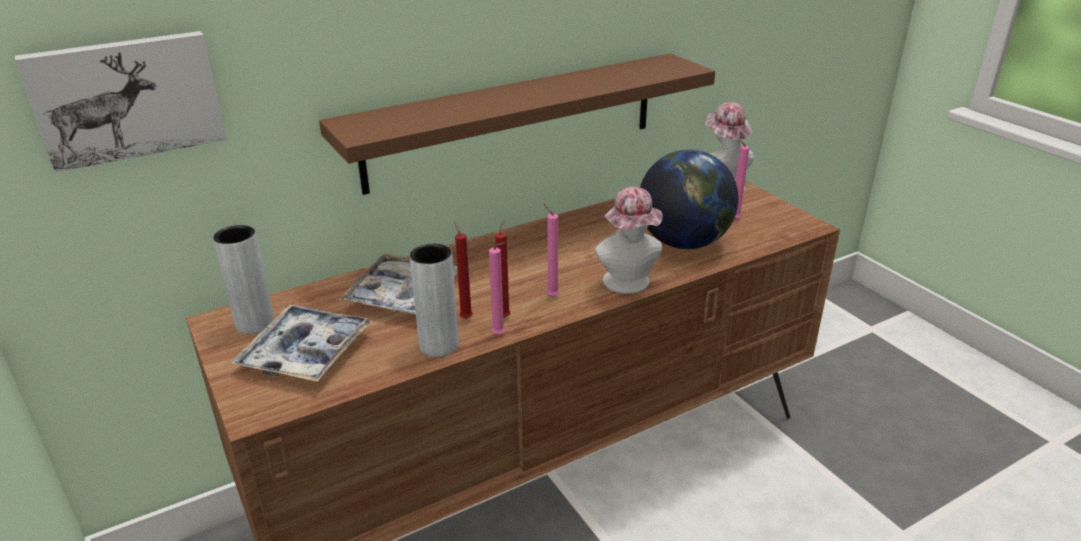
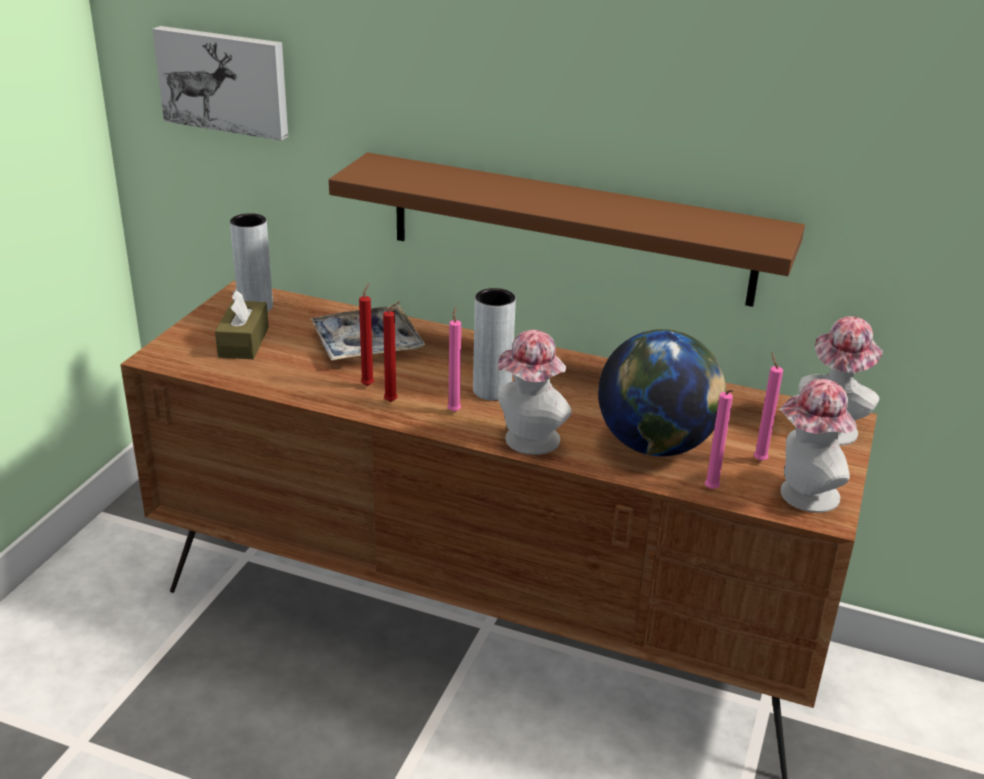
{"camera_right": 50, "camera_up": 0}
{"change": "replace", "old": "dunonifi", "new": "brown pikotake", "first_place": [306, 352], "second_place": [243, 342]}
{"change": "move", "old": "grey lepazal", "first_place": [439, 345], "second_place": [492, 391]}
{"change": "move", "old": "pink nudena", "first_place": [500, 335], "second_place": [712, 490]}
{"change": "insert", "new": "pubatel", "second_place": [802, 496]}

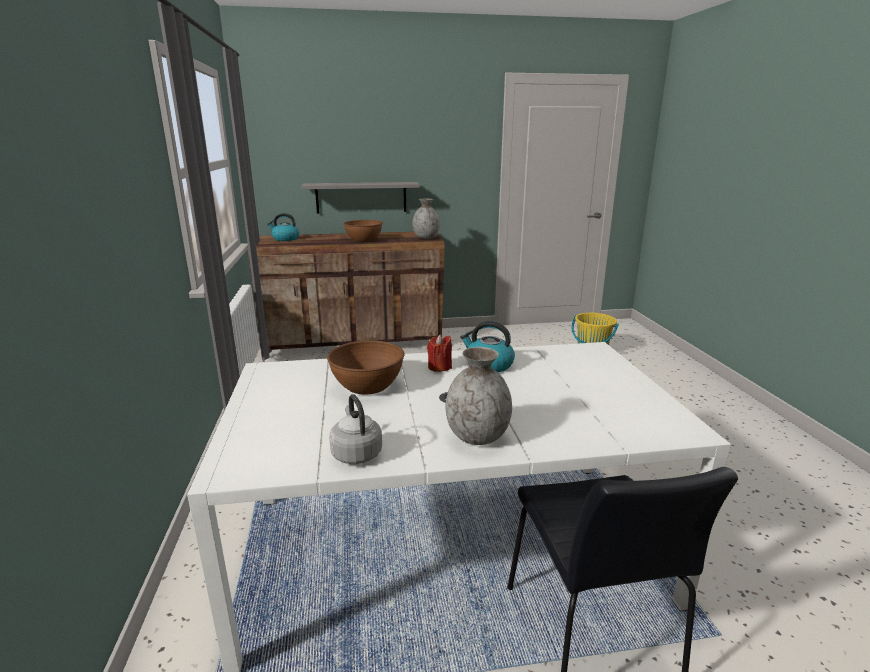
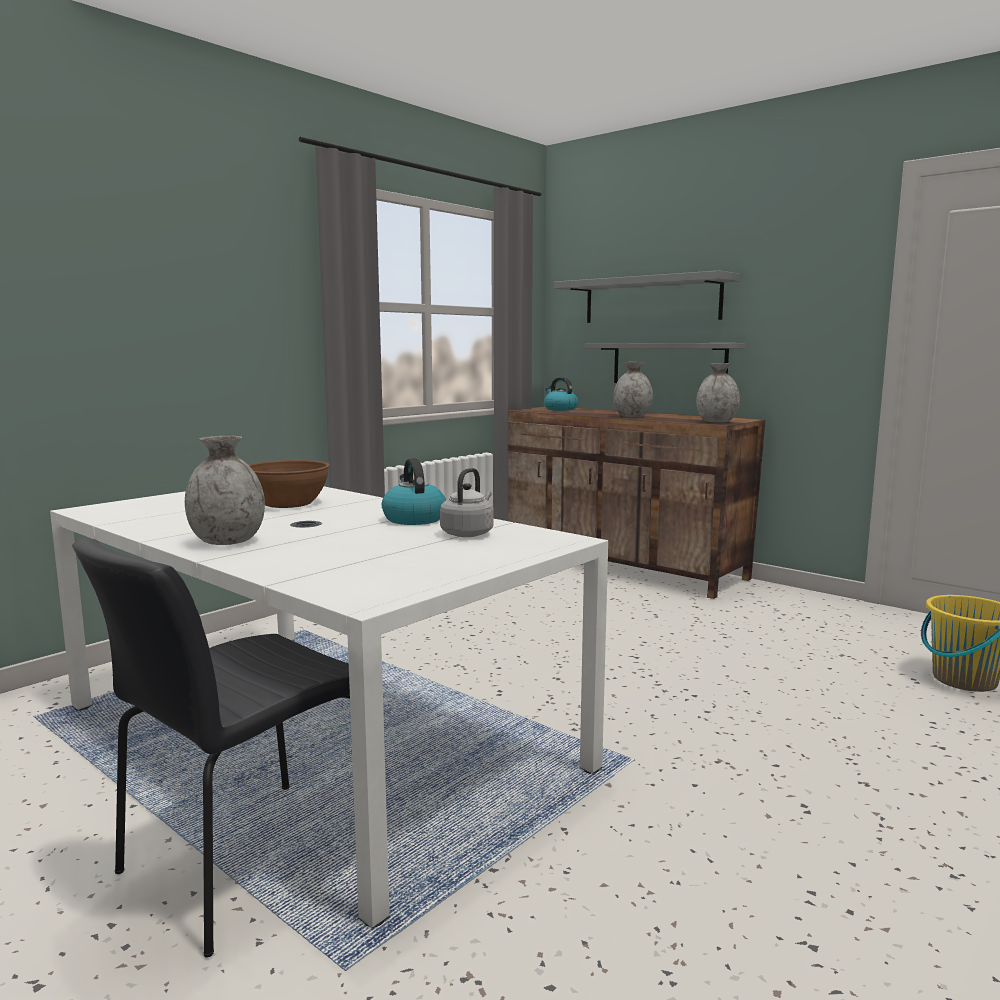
{"camera_right": 50, "camera_up": -10}
{"change": "move", "old": "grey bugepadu", "first_place": [356, 453], "second_place": [468, 533]}
{"change": "insert", "new": "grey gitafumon", "second_place": [651, 300]}
{"change": "replace", "old": "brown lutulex", "new": "grey lepazal", "first_place": [363, 240], "second_place": [632, 416]}
{"change": "delete", "old": "red nudena", "first_place": [439, 367]}

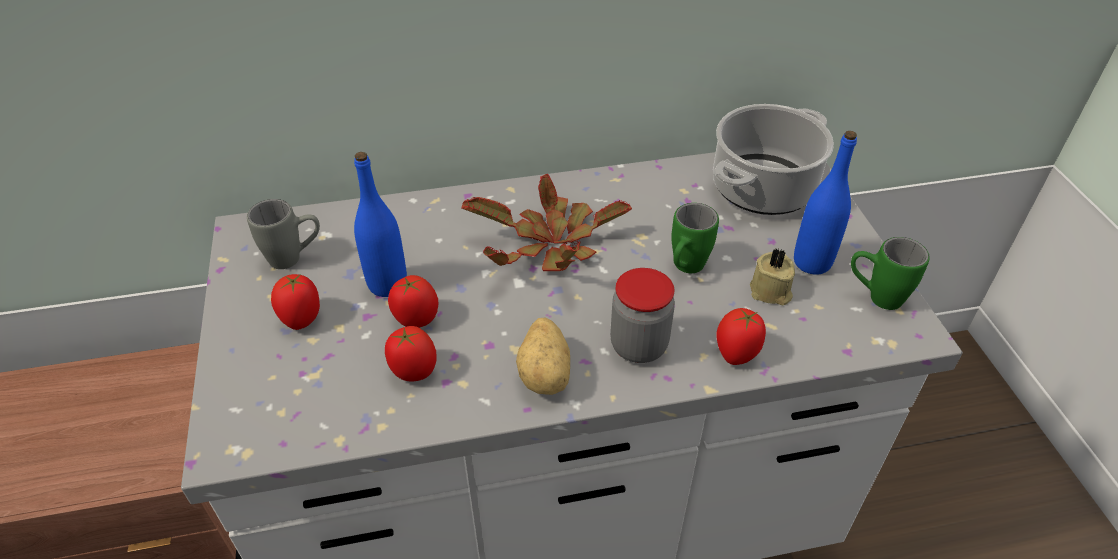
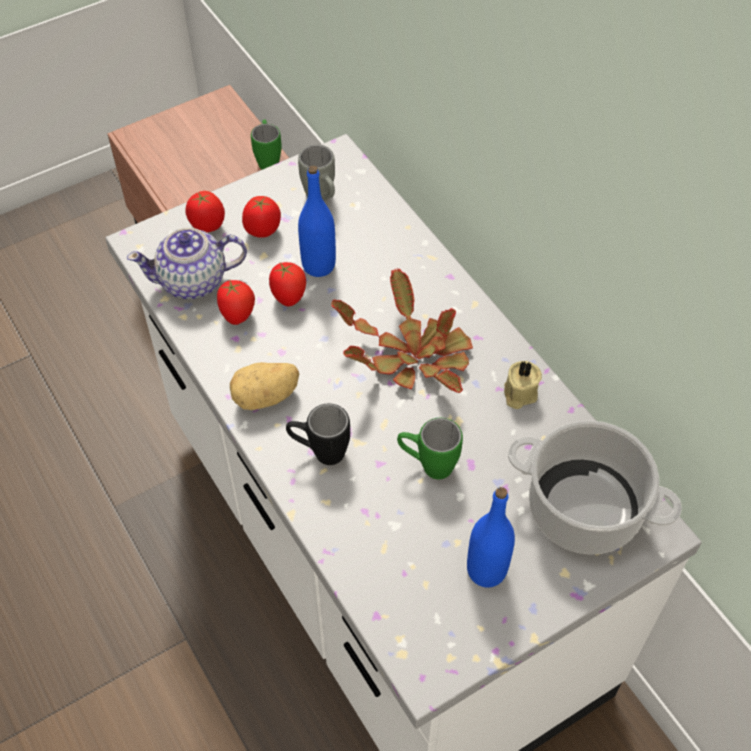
{"camera_right": 70, "camera_up": 10}
{"change": "insert", "new": "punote", "second_place": [194, 281]}
{"change": "move", "old": "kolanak", "first_place": [736, 353], "second_place": [207, 226]}
{"change": "move", "old": "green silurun", "first_place": [874, 297], "second_place": [268, 159]}
{"change": "replace", "old": "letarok", "new": "black silurun", "first_place": [638, 346], "second_place": [319, 452]}
{"change": "move", "old": "beige nudena", "first_place": [770, 292], "second_place": [519, 394]}

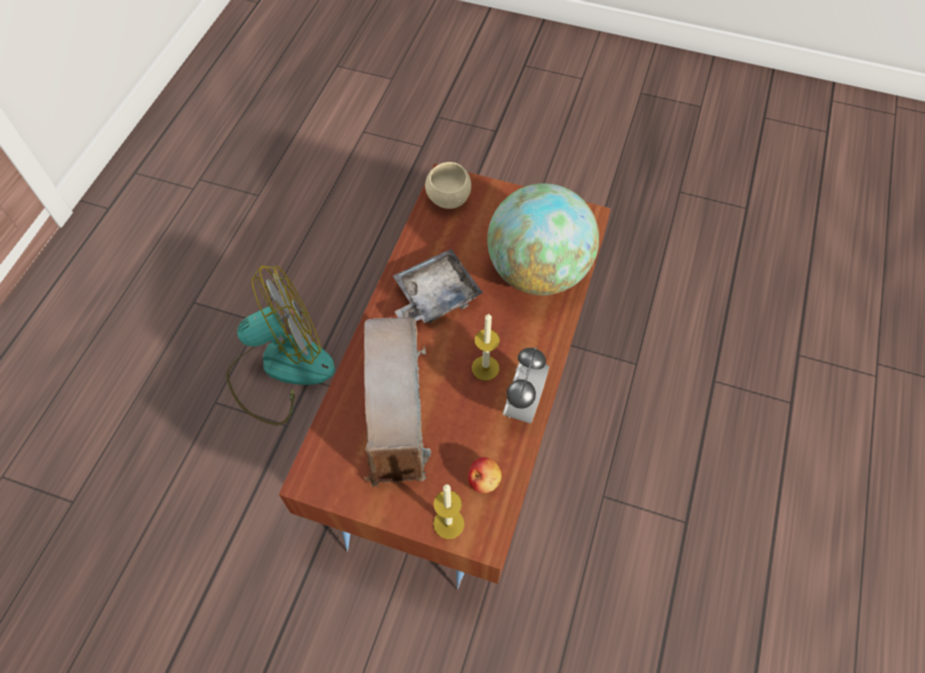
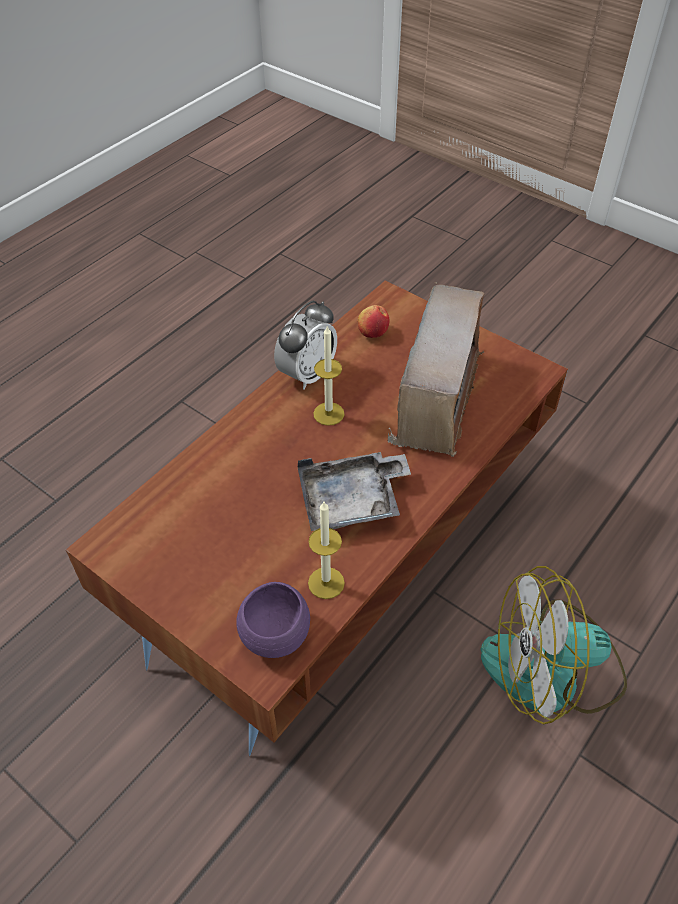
{"camera_right": -160, "camera_up": -10}
{"change": "recolor", "old": "beige lutulex", "new": "purple lutulex", "first_place": [448, 198], "second_place": [275, 635]}
{"change": "move", "old": "nudena", "first_place": [448, 523], "second_place": [326, 583]}
{"change": "delete", "old": "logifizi", "first_place": [538, 271]}

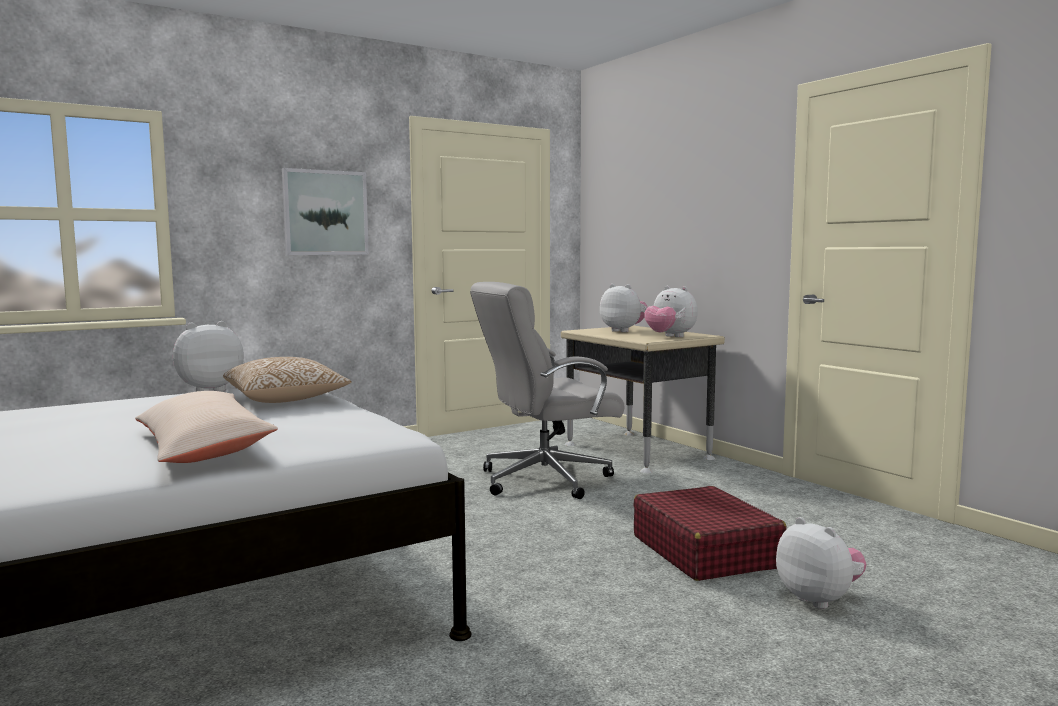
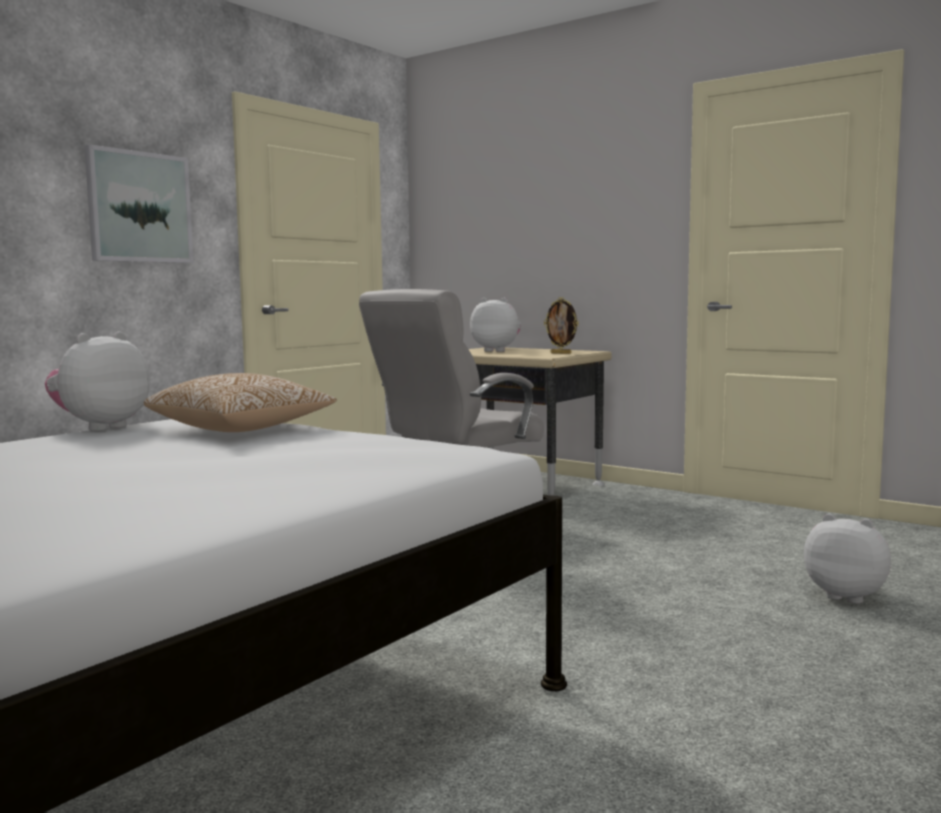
{"camera_right": -20, "camera_up": 0}
{"change": "replace", "old": "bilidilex", "new": "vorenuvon", "first_place": [670, 337], "second_place": [561, 353]}
{"change": "delete", "old": "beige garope", "first_place": [202, 447]}
{"change": "delete", "old": "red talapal", "first_place": [704, 551]}

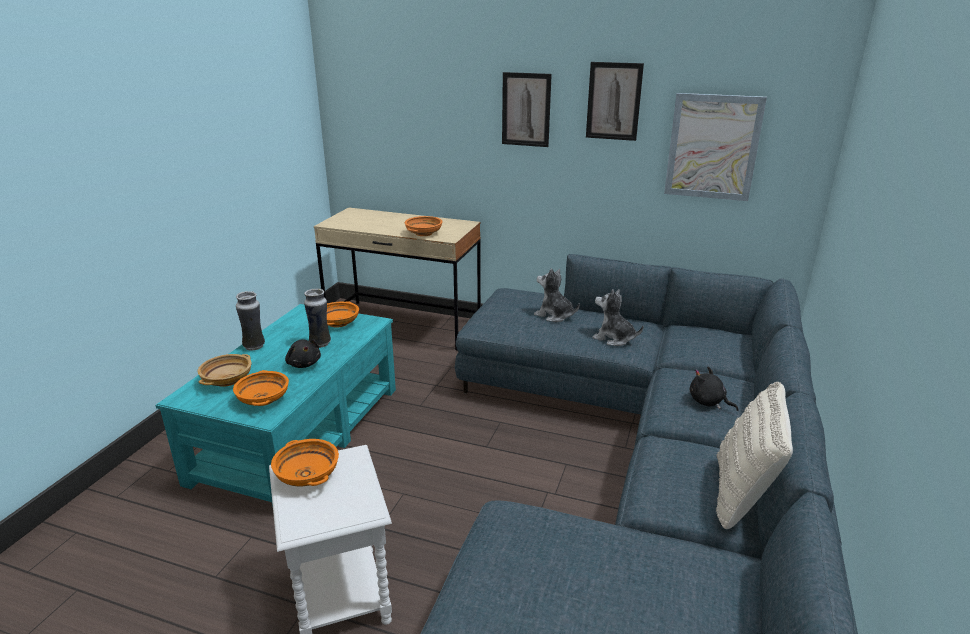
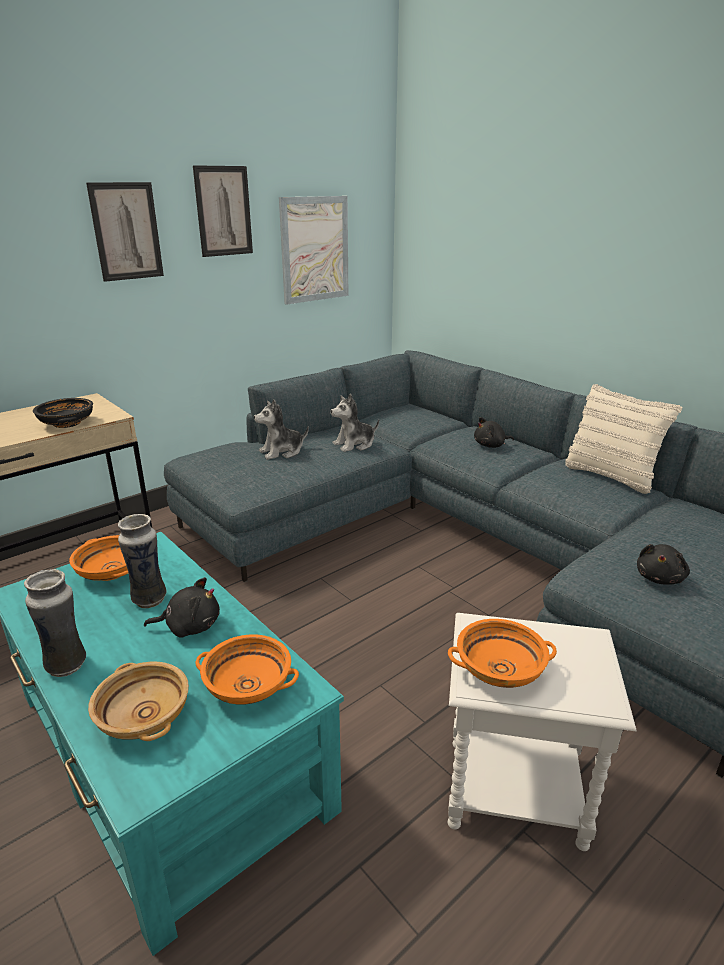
{"camera_right": -60, "camera_up": 0}
{"change": "recolor", "old": "orange lutulex", "new": "black lutulex", "first_place": [424, 233], "second_place": [67, 423]}
{"change": "insert", "new": "black bilidilex", "second_place": [660, 578]}

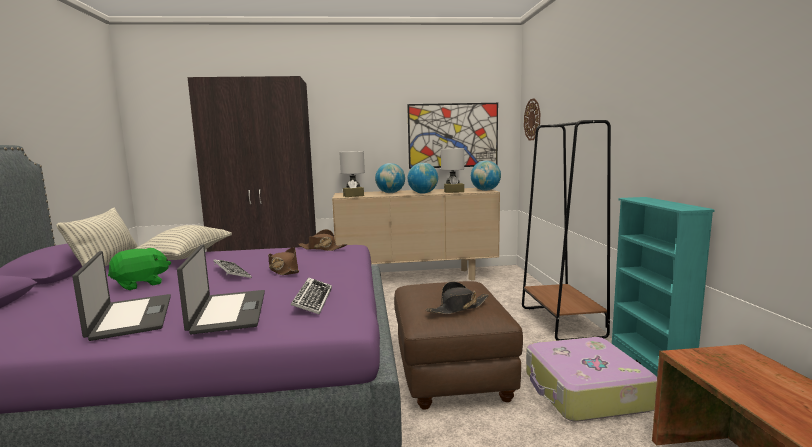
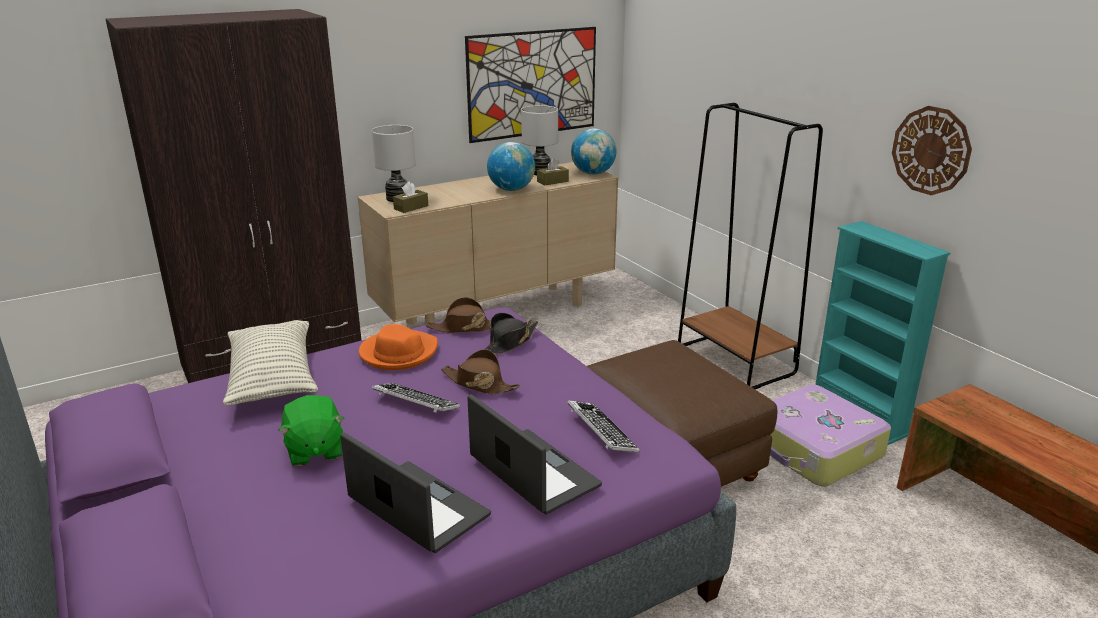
{"camera_right": -25, "camera_up": 15}
{"change": "rotate", "old": "green bilidilex", "first_place": [141, 284], "second_place": [314, 450], "degrees": 135}
{"change": "insert", "new": "orange pubatel", "second_place": [398, 353]}
{"change": "move", "old": "black pubatel", "first_place": [458, 308], "second_place": [509, 342]}
{"change": "move", "old": "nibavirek", "first_place": [532, 119], "second_place": [931, 150]}
{"change": "delete", "old": "garope", "first_place": [108, 265]}
{"change": "delete", "old": "logifizi", "first_place": [390, 193]}

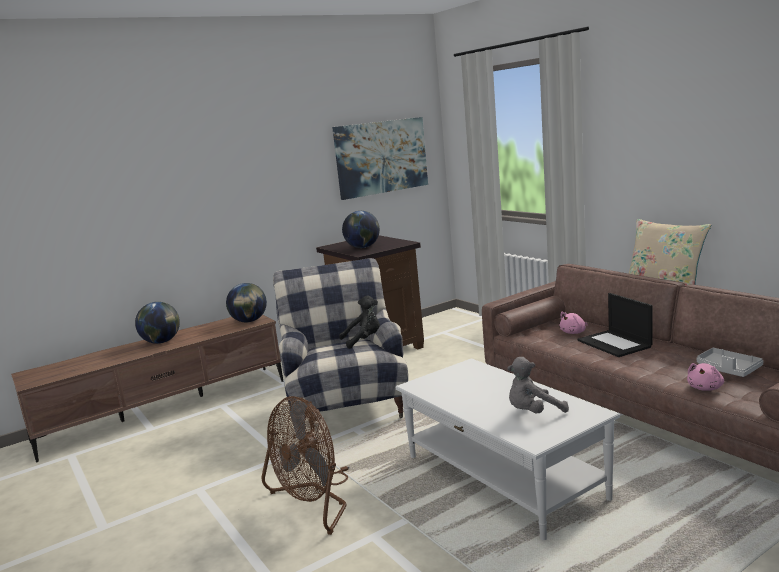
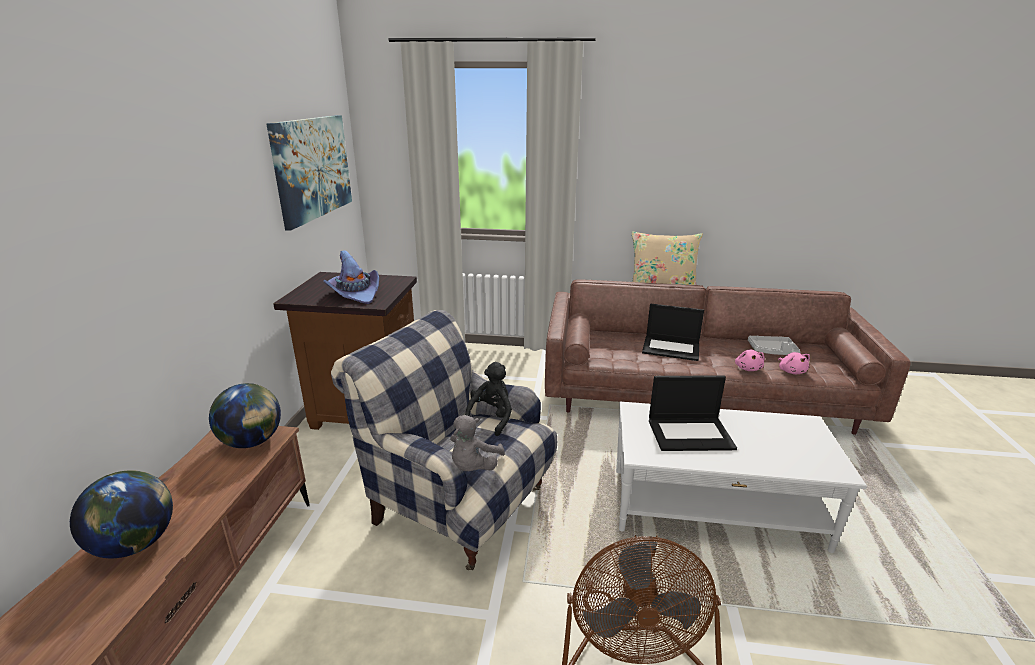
{"camera_right": -50, "camera_up": 10}
{"change": "replace", "old": "logifizi", "new": "purple pubatel", "first_place": [363, 247], "second_place": [355, 293]}
{"change": "move", "old": "grey bilidilex", "first_place": [533, 413], "second_place": [473, 467]}
{"change": "insert", "new": "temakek", "second_place": [691, 434]}
{"change": "move", "old": "pink bilidilex", "first_place": [574, 332], "second_place": [748, 368]}

